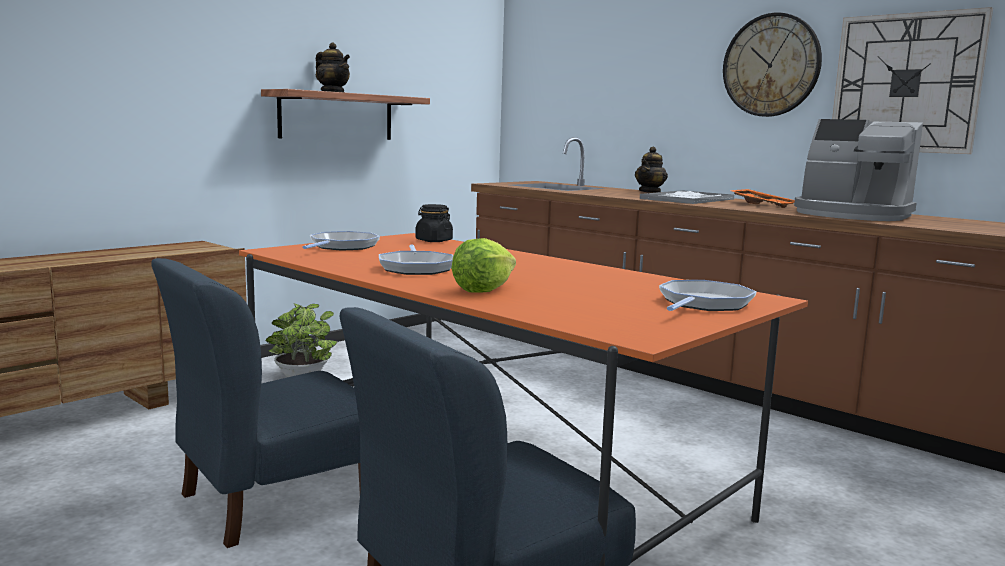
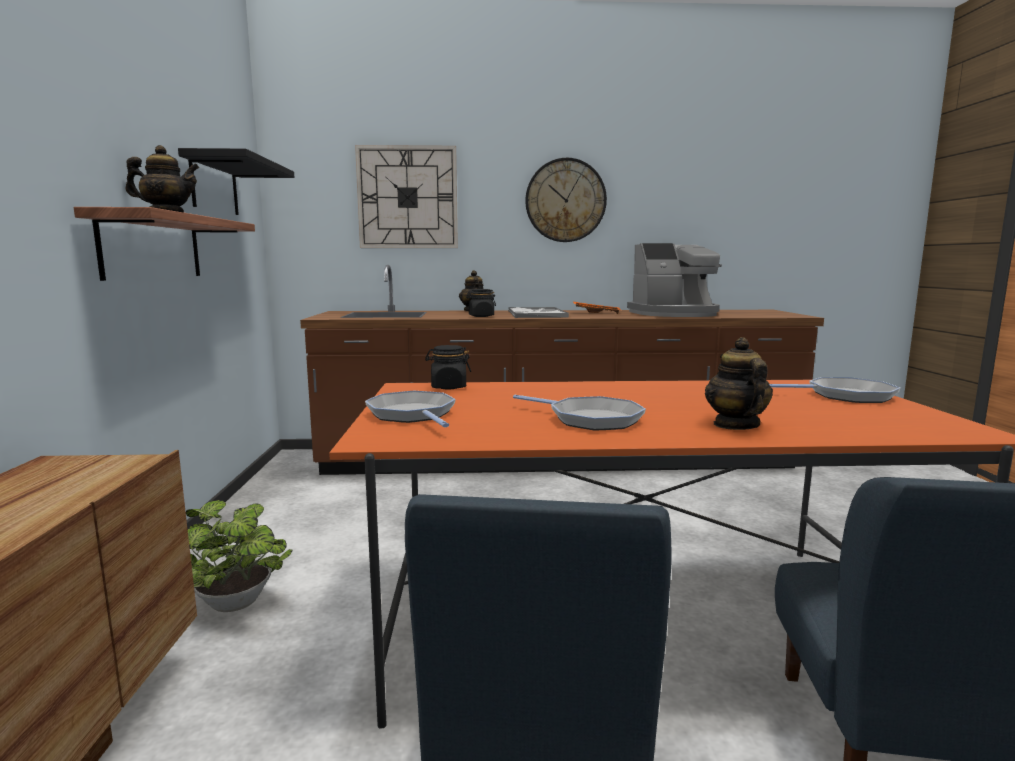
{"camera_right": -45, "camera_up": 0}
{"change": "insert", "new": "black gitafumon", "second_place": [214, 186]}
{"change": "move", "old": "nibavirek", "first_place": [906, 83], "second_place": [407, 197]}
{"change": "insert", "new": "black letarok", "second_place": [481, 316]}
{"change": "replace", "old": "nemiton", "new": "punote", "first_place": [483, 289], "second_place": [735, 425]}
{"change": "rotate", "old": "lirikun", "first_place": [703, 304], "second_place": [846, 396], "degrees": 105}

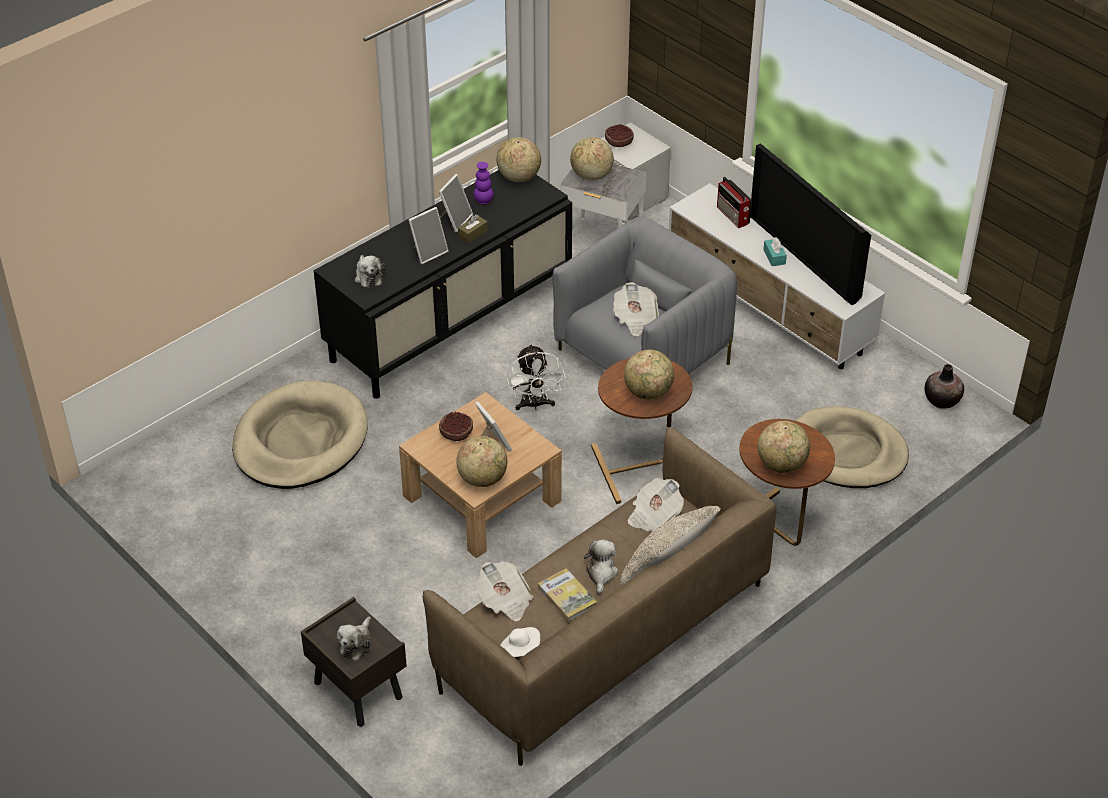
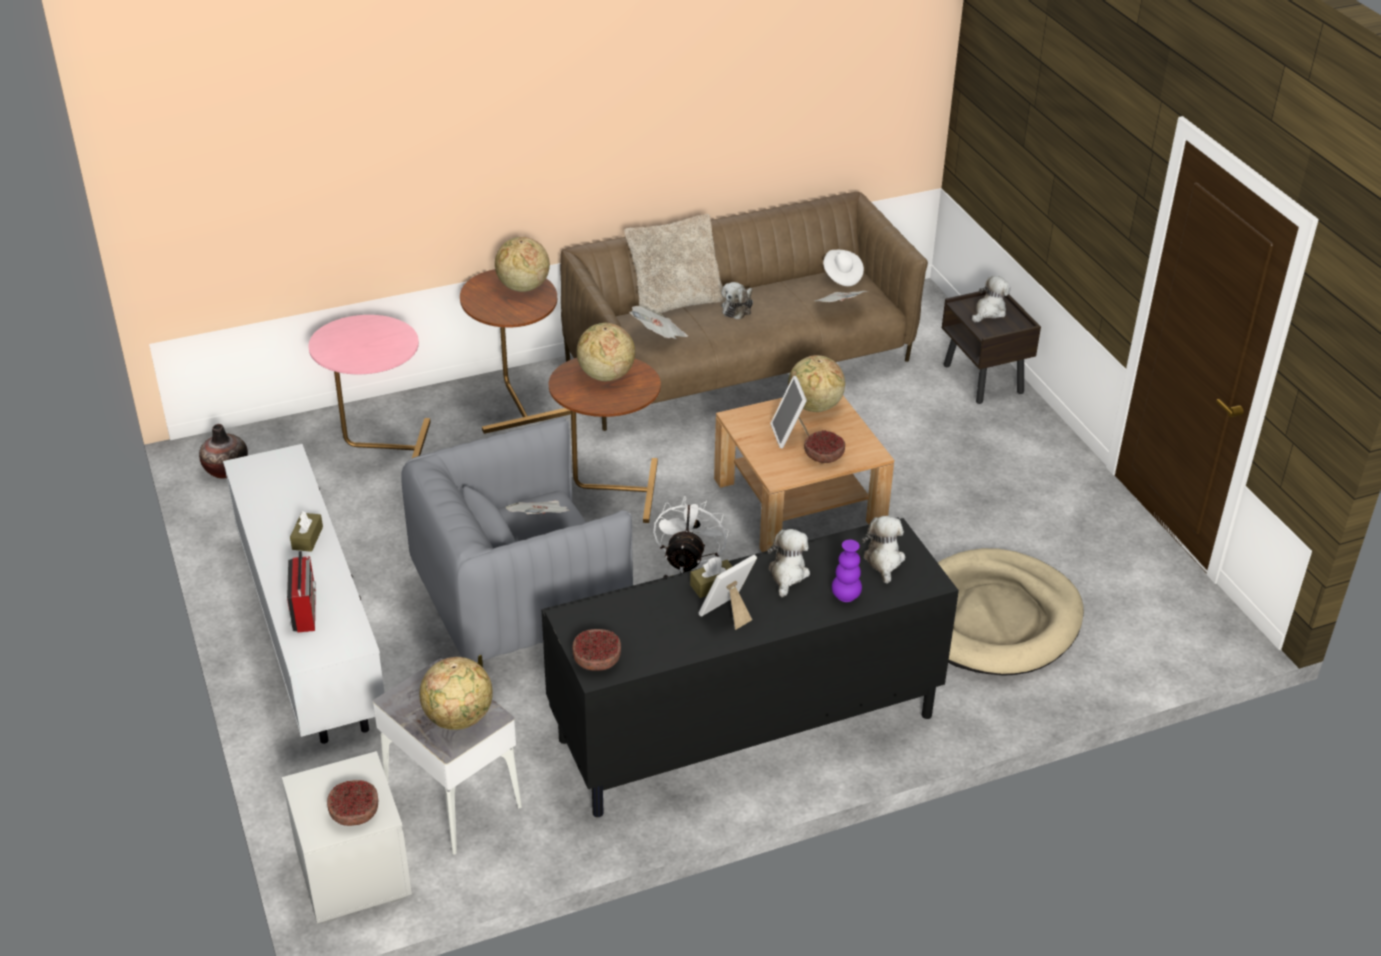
{"camera_right": -160, "camera_up": -5}
{"change": "recolor", "old": "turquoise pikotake", "new": "brown pikotake", "first_place": [774, 257], "second_place": [307, 538]}
{"change": "replace", "old": "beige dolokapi", "new": "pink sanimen", "first_place": [847, 452], "second_place": [378, 447]}
{"change": "replace", "old": "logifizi", "new": "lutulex", "first_place": [518, 177], "second_place": [597, 659]}
{"change": "replace", "old": "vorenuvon", "new": "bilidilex", "first_place": [428, 252], "second_place": [787, 574]}
{"change": "move", "old": "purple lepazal", "first_place": [483, 201], "second_place": [845, 596]}
{"change": "delete", "old": "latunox", "first_place": [567, 597]}
{"change": "delete", "old": "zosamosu", "first_place": [807, 256]}

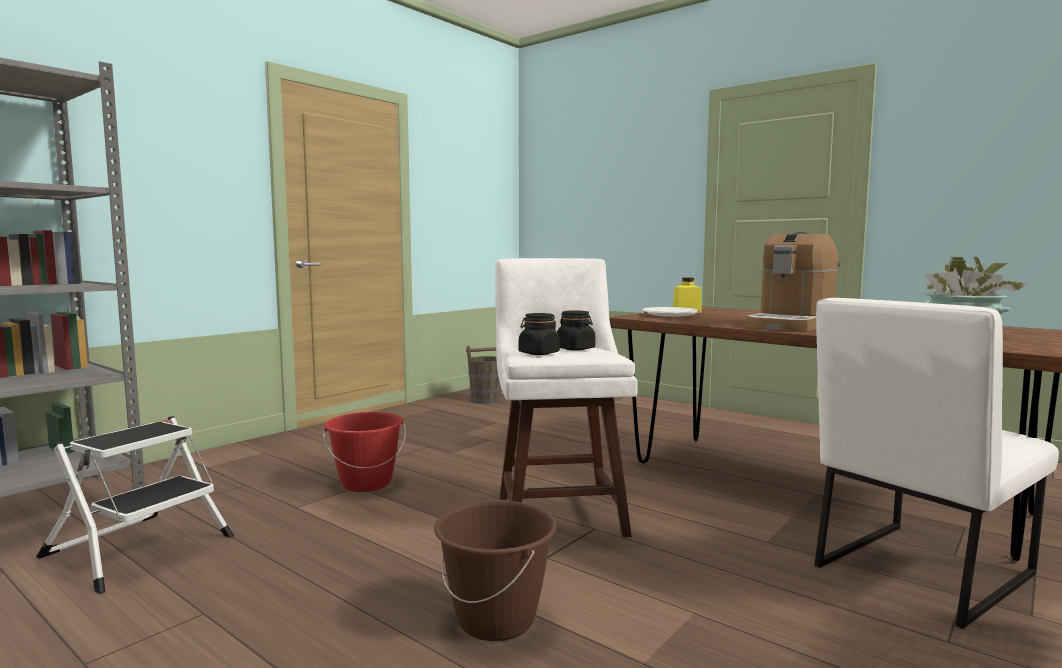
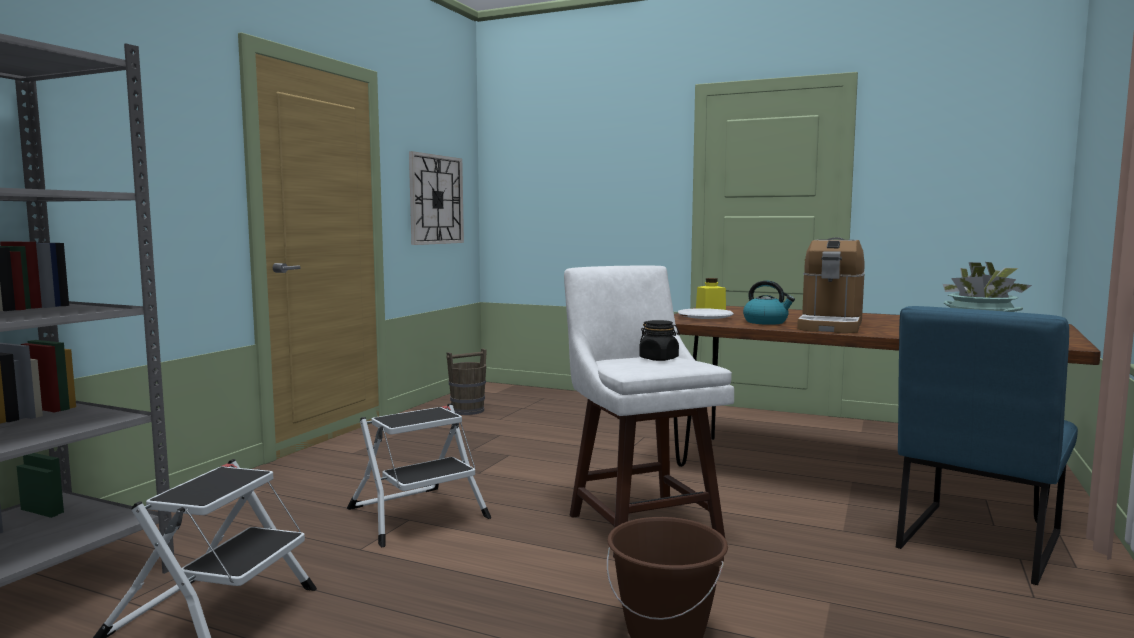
{"camera_right": -15, "camera_up": 0}
{"change": "replace", "old": "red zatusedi", "new": "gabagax", "first_place": [366, 483], "second_place": [416, 515]}
{"change": "insert", "new": "nibavirek", "second_place": [436, 199]}
{"change": "insert", "new": "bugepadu", "second_place": [766, 322]}
{"change": "recolor", "old": "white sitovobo", "new": "blue sitovobo", "first_place": [918, 571], "second_place": [976, 542]}
{"change": "delete", "old": "black letarok", "first_place": [538, 353]}

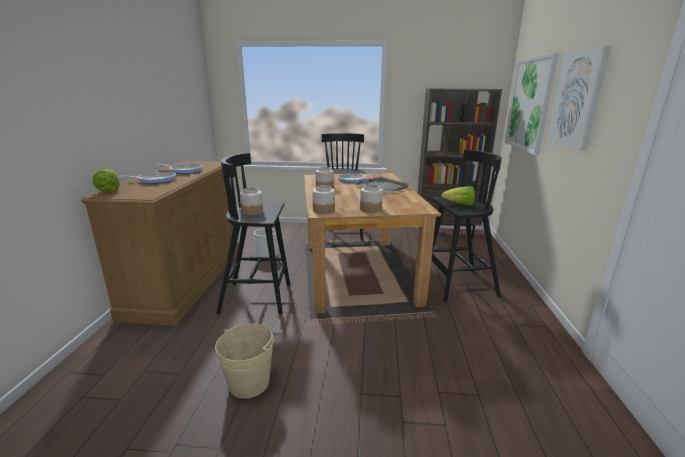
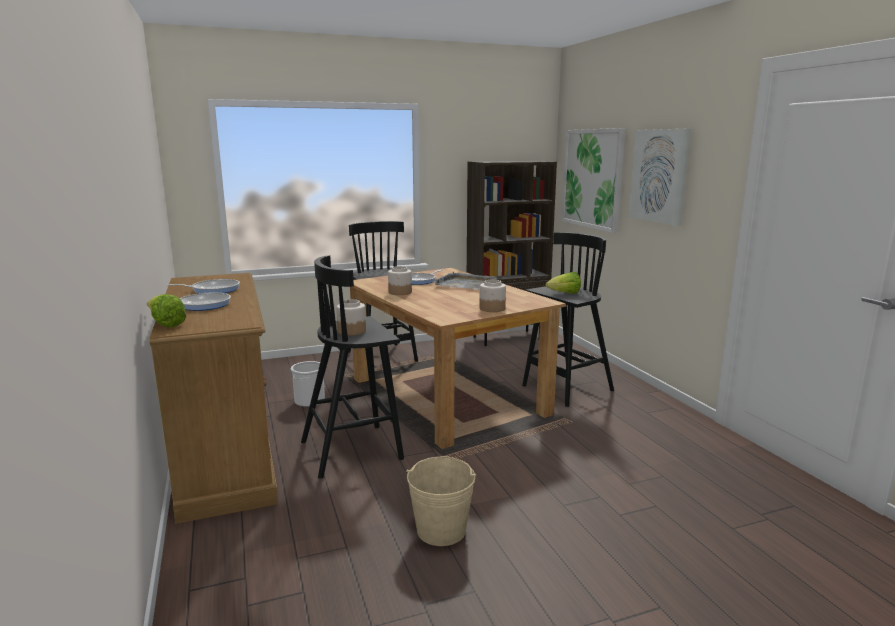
{"camera_right": -25, "camera_up": -5}
{"change": "delete", "old": "letarok", "first_place": [324, 210]}

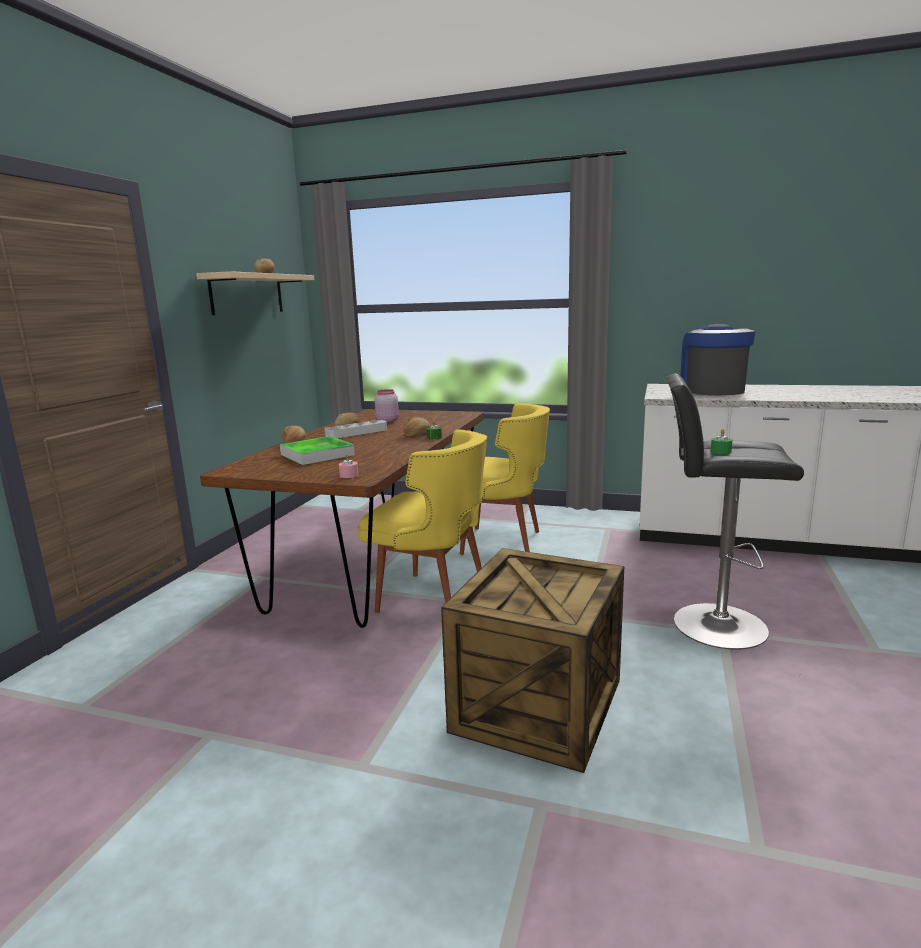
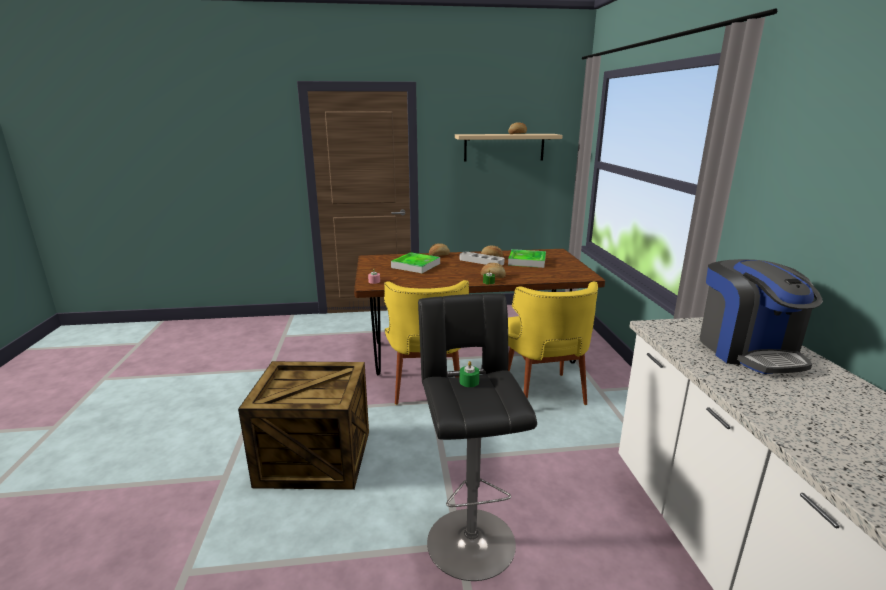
{"camera_right": 65, "camera_up": 5}
{"change": "replace", "old": "pink letarok", "new": "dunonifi", "first_place": [387, 421], "second_place": [527, 261]}
{"change": "rotate", "old": "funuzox", "first_place": [711, 390], "second_place": [747, 351], "degrees": 105}

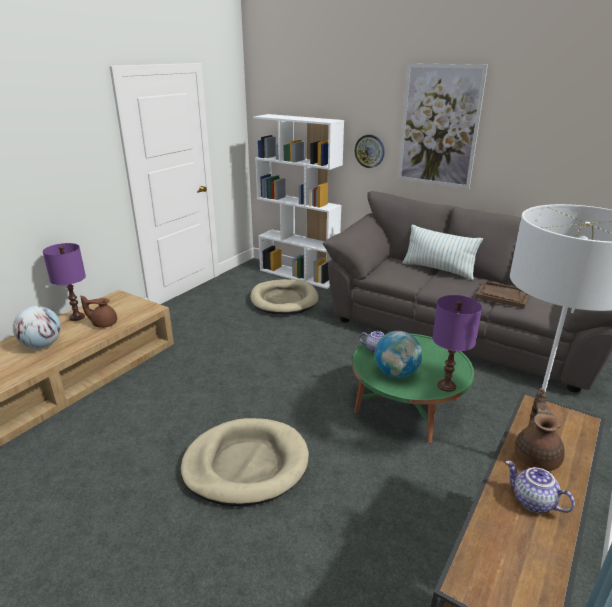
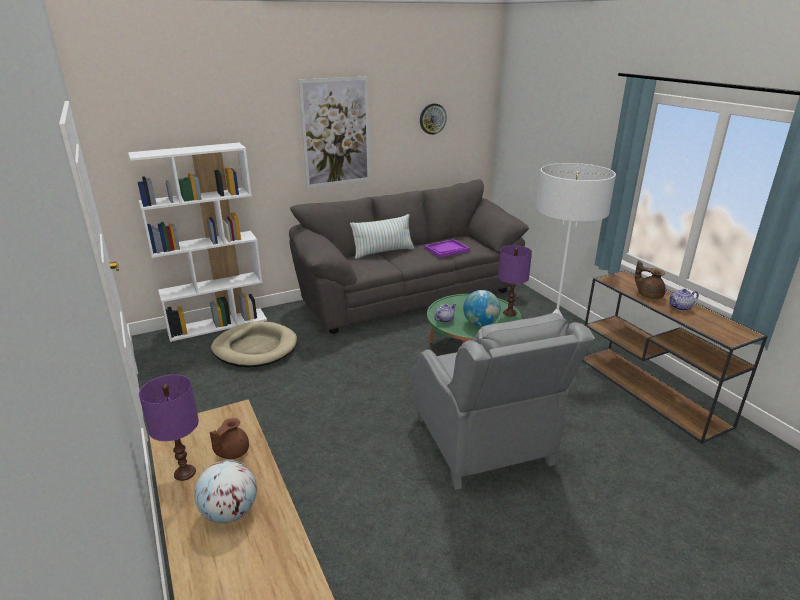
{"camera_right": -60, "camera_up": 0}
{"change": "replace", "old": "beige dolokapi", "new": "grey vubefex", "first_place": [246, 464], "second_place": [484, 443]}
{"change": "move", "old": "nibavirek", "first_place": [369, 151], "second_place": [432, 118]}
{"change": "recolor", "old": "brown dunonifi", "new": "purple dunonifi", "first_place": [502, 296], "second_place": [446, 249]}

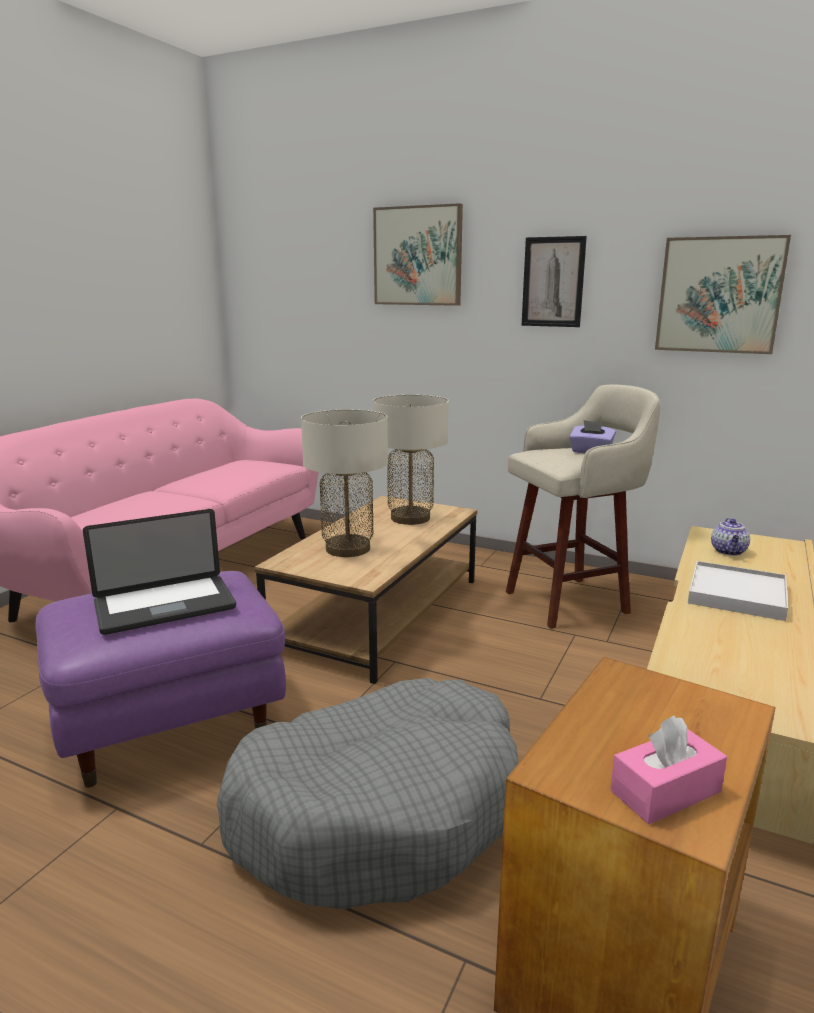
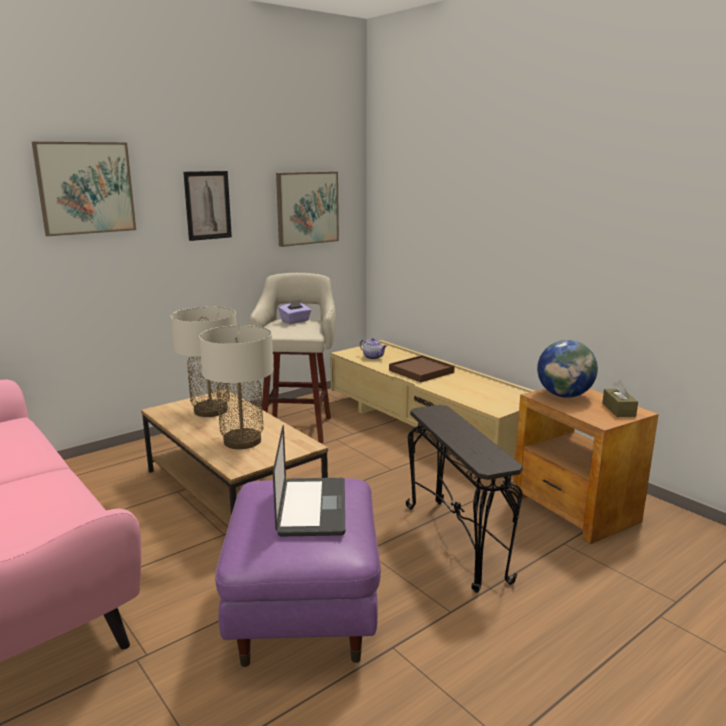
{"camera_right": -65, "camera_up": 0}
{"change": "recolor", "old": "white dunonifi", "new": "brown dunonifi", "first_place": [736, 595], "second_place": [421, 371]}
{"change": "replace", "old": "grey dolokapi", "new": "black sanimen", "first_place": [379, 810], "second_place": [456, 542]}
{"change": "insert", "new": "logifizi", "second_place": [564, 395]}
{"change": "recolor", "old": "pink pikotake", "new": "brown pikotake", "first_place": [665, 791], "second_place": [618, 410]}

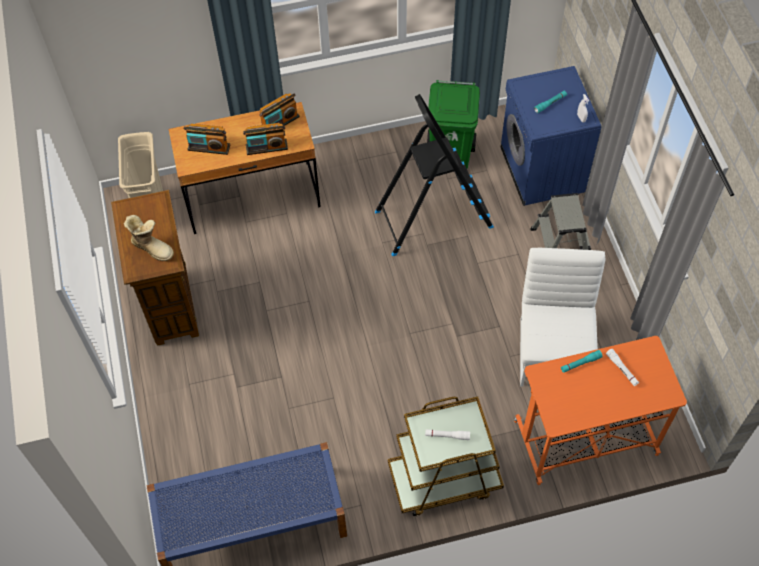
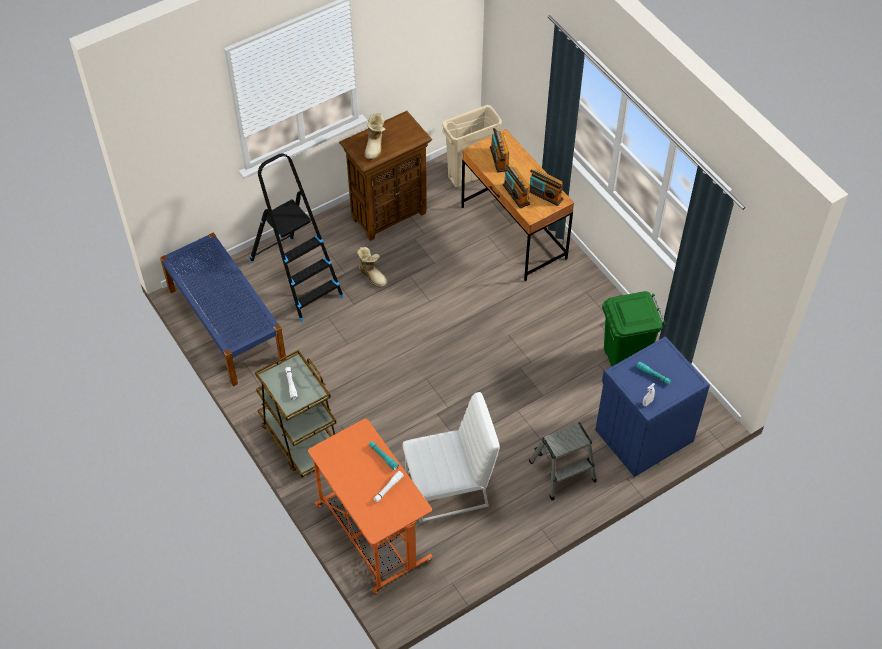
{"camera_right": 70, "camera_up": -5}
{"change": "move", "old": "black gabagax", "first_place": [434, 219], "second_place": [296, 278]}
{"change": "insert", "new": "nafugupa", "second_place": [372, 275]}

